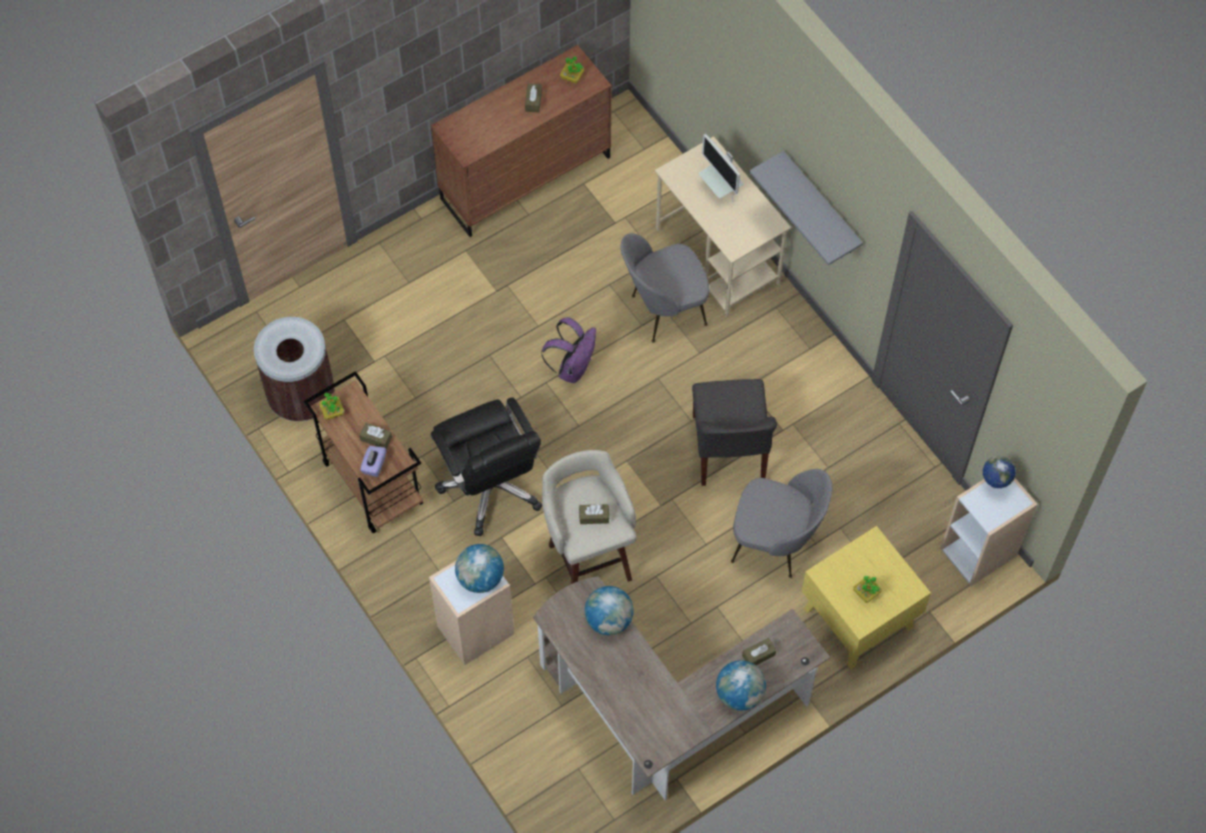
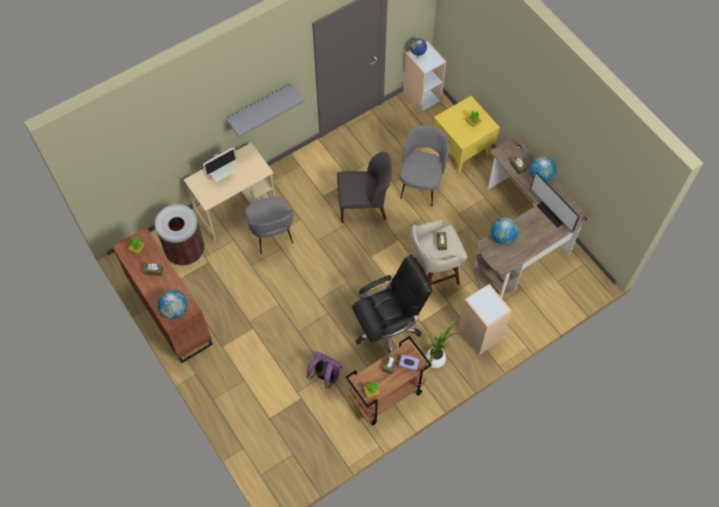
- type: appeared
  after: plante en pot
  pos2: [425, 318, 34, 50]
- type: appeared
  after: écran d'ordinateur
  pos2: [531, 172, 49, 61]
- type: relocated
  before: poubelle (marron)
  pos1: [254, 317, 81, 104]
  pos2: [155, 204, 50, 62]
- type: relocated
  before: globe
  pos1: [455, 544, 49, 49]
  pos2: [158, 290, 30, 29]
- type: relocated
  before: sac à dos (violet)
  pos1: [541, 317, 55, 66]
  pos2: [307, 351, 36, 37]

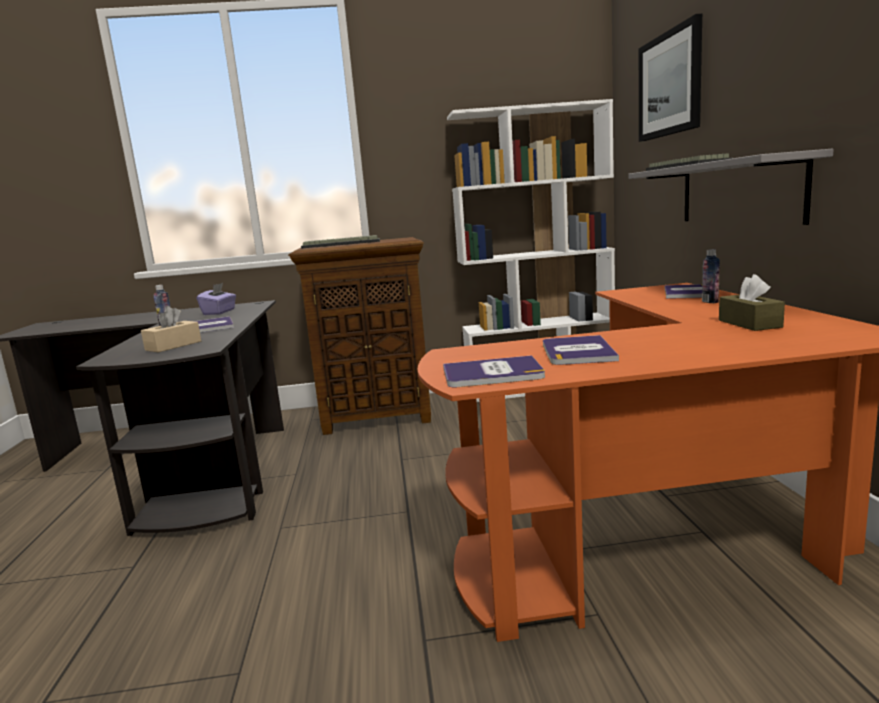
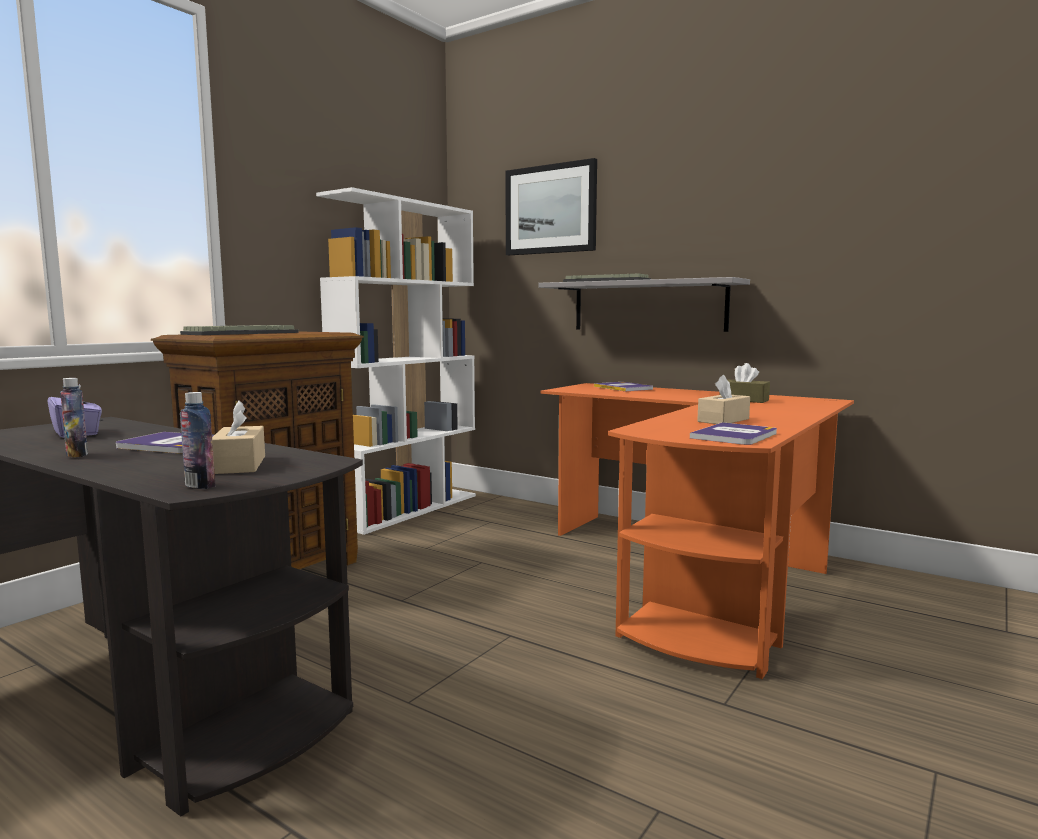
- type: relocated
  before: bouteille
  pos1: [702, 249, 18, 54]
  pos2: [180, 392, 36, 97]
- type: exchanged
  before: livre
  after: boîte à mouchoirs (beige)
  pos1: [543, 335, 76, 30]
  pos2: [697, 375, 53, 49]

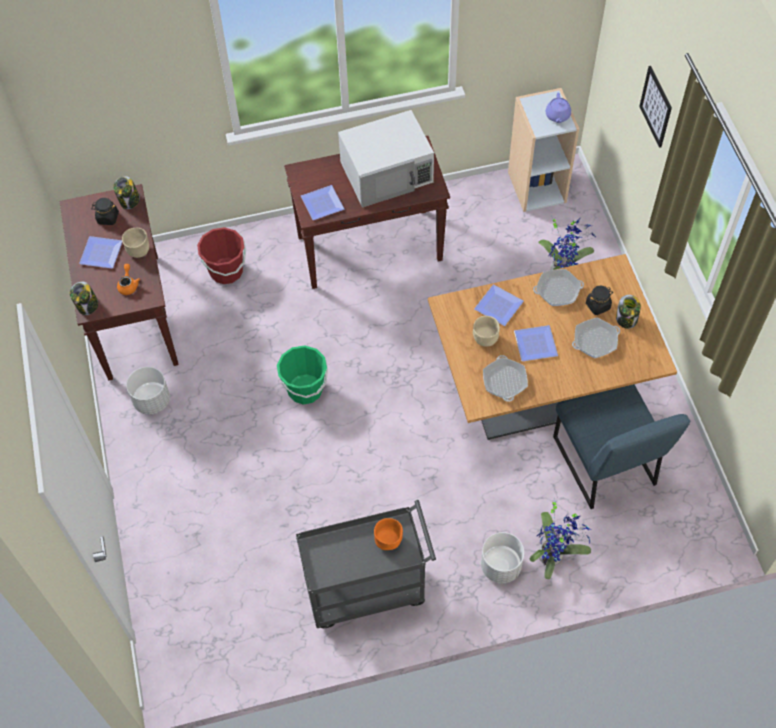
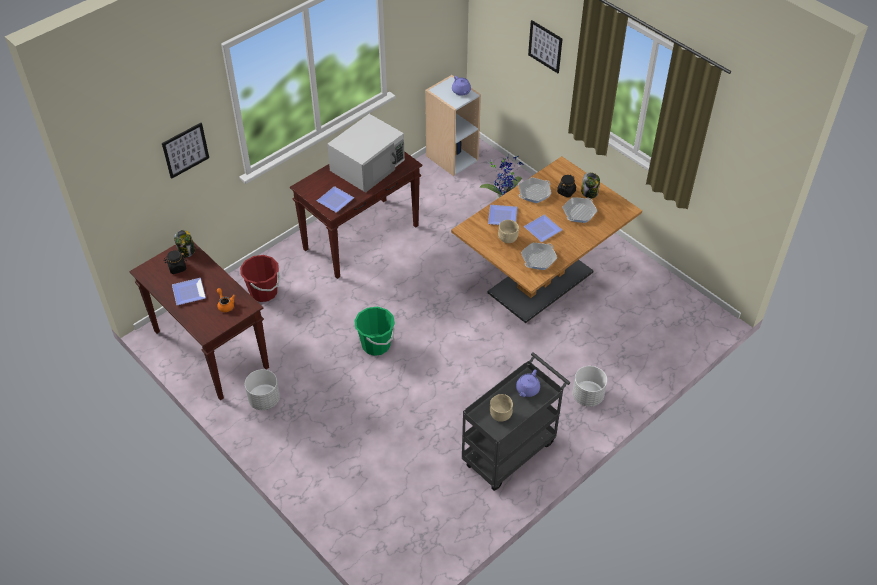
- type: missing
  before: bocal
  pos1: [70, 281, 28, 34]
- type: missing
  before: plante en pot
  pos1: [530, 501, 62, 78]
- type: missing
  before: chaise (bleu)
  pos1: [553, 384, 137, 125]
- type: appeared
  after: tableau
  pos2: [162, 123, 47, 56]
- type: relocated
  before: bol (beige)
  pos1: [122, 228, 27, 30]
  pos2: [490, 394, 23, 28]
- type: exchanged
  before: bol (orange)
  after: théière (violet)
  pos1: [374, 518, 29, 32]
  pos2: [516, 369, 24, 28]
- type: spun
  before: poêle
  pos1: [483, 355, 45, 47]
  pos2: [521, 243, 36, 27]
  turn: -105

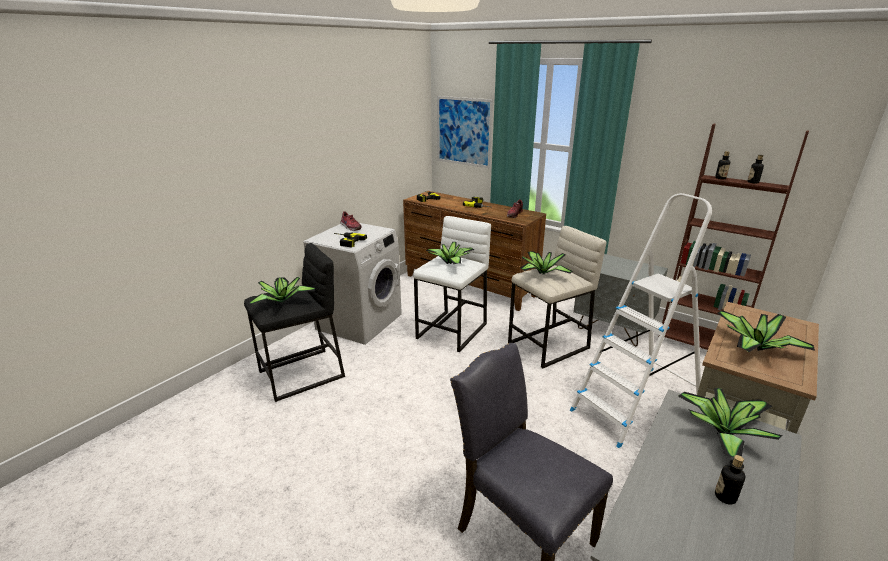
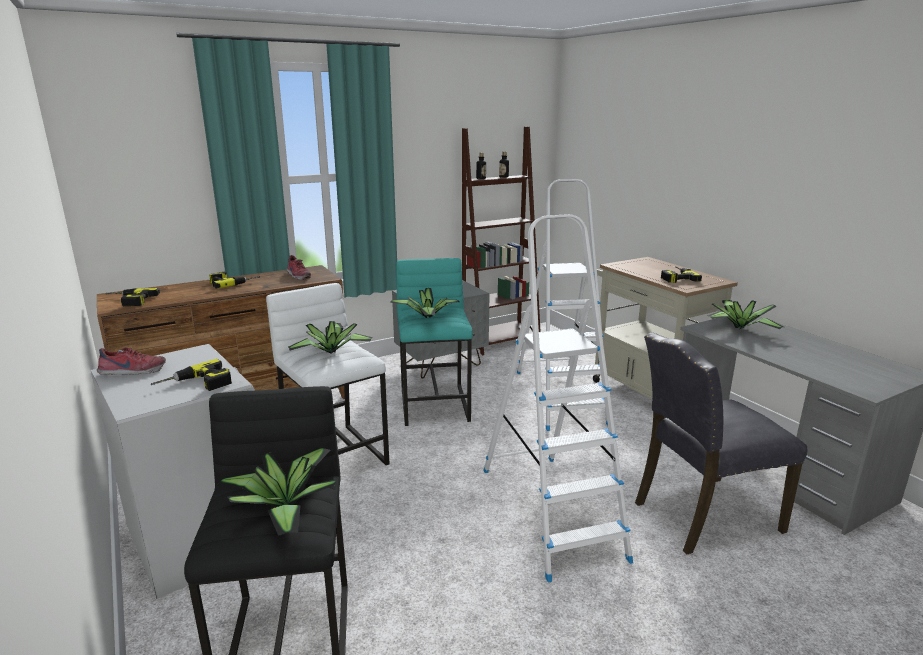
- type: missing
  before: tableau
  pos1: [437, 96, 56, 72]
- type: missing
  before: bouteille
  pos1: [715, 455, 31, 49]
- type: appeared
  after: escabeau (blanc)
  pos2: [483, 214, 150, 368]
- type: exchanged
  before: plante en pot
  after: perceuse
  pos1: [717, 311, 98, 41]
  pos2: [661, 266, 41, 17]
- type: colour
  before: tabouret (beige)
  after: tabouret (turquoise)
  pos1: [508, 226, 98, 142]
  pos2: [396, 258, 77, 168]

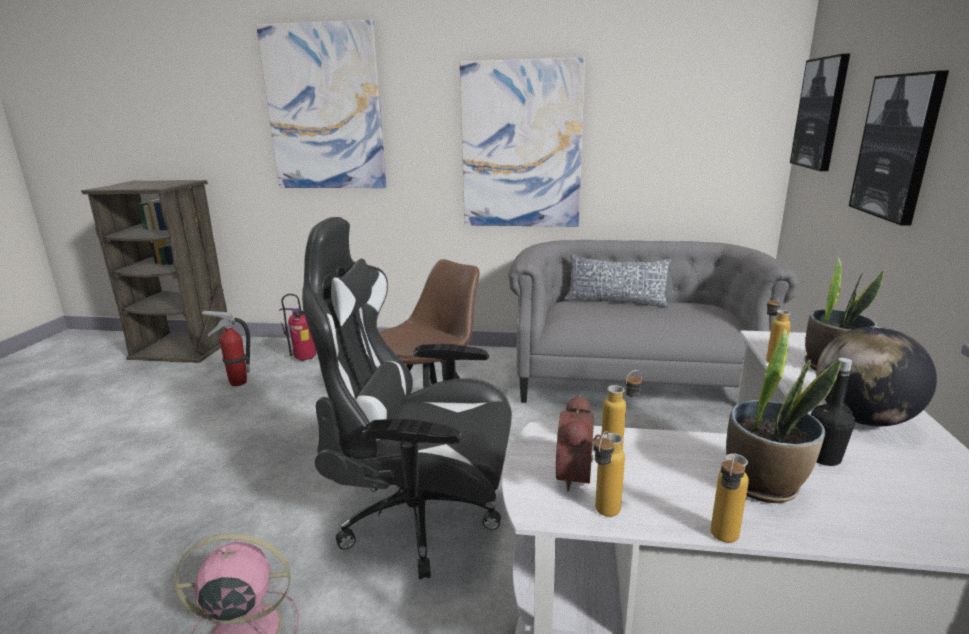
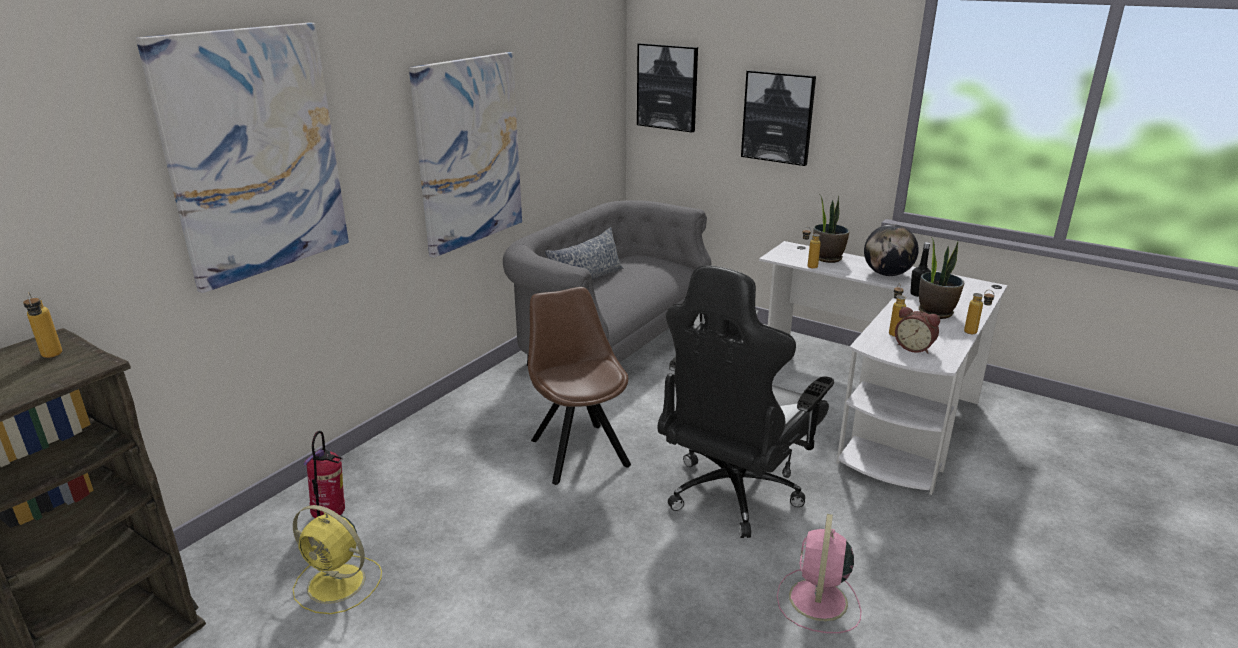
- type: relocated
  before: bouteille
  pos1: [593, 431, 32, 86]
  pos2: [23, 292, 39, 66]
- type: exchanged
  before: extincteur
  after: ventilateur (jaune)
  pos1: [202, 310, 48, 76]
  pos2: [293, 505, 89, 109]

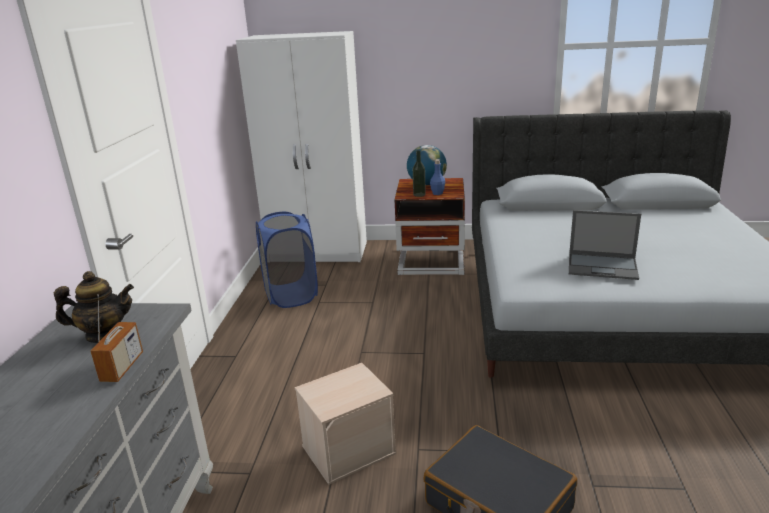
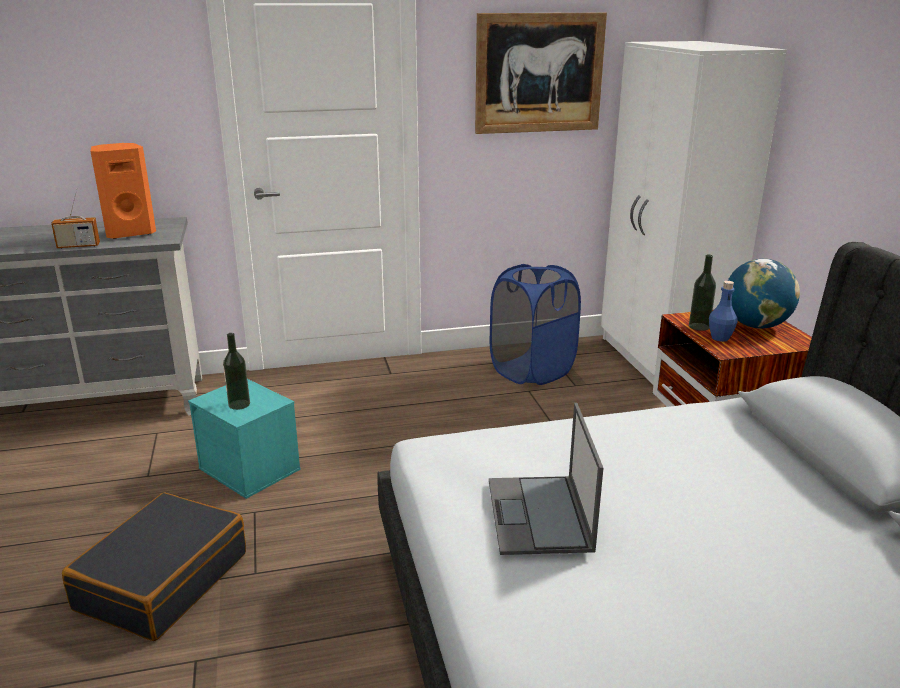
- type: appeared
  after: bouteille
  pos2: [223, 333, 27, 77]
- type: appeared
  after: tableau
  pos2: [475, 13, 132, 121]
- type: exchanged
  before: théière
  after: enceinte (orange)
  pos1: [54, 271, 80, 72]
  pos2: [90, 143, 66, 96]
- type: colour
  before: boîte de rangement (beige)
  after: boîte de rangement (turquoise)
  pos1: [295, 363, 101, 122]
  pos2: [188, 379, 113, 120]

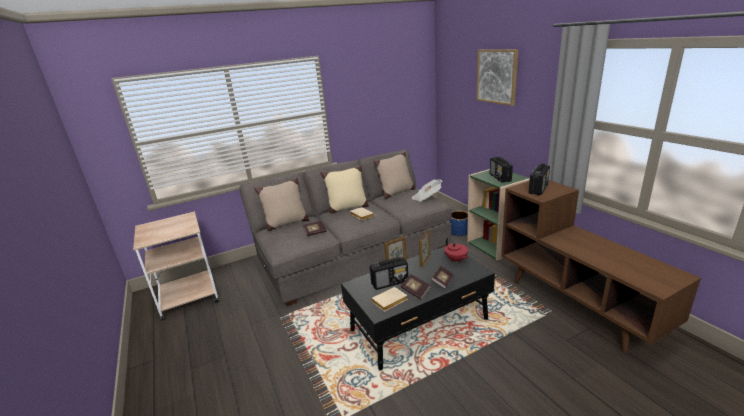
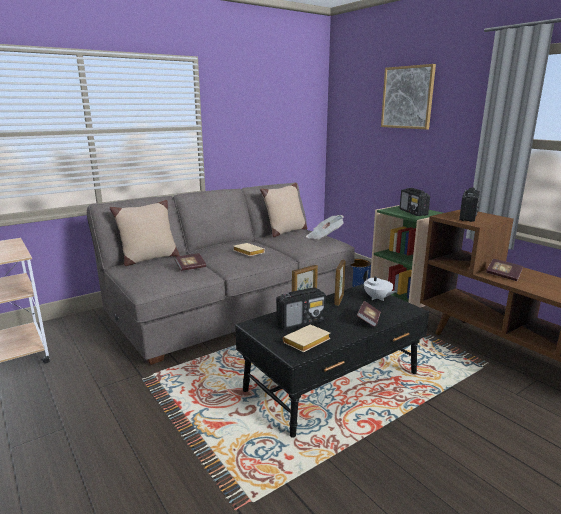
- type: missing
  before: coussin (beige)
  pos1: [321, 165, 48, 49]
- type: relocated
  before: livre
  pos1: [401, 274, 30, 26]
  pos2: [486, 259, 37, 22]
- type: colour
  before: théière (rouge)
  after: théière (blanc)
  pos1: [445, 237, 23, 25]
  pos2: [363, 270, 34, 31]

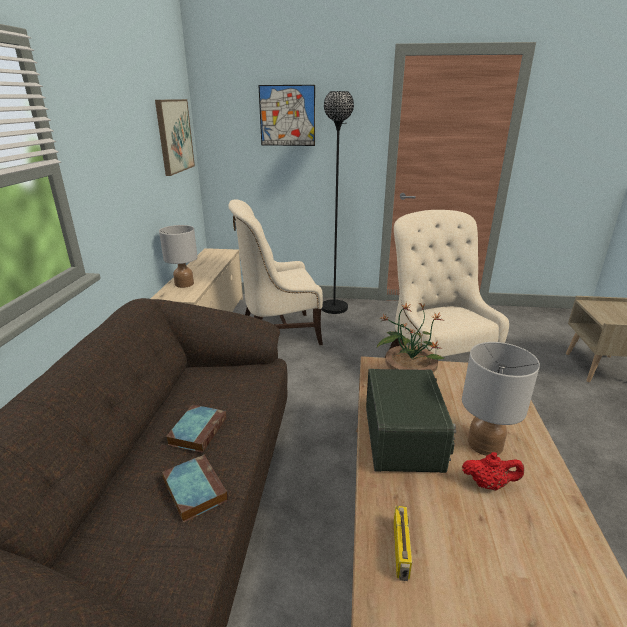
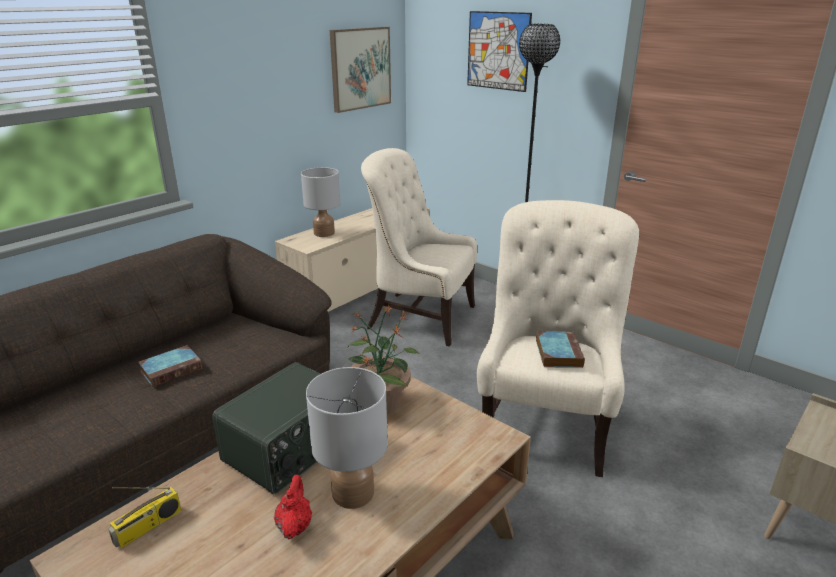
- type: relocated
  before: livre
  pos1: [162, 455, 66, 68]
  pos2: [536, 331, 49, 37]
- type: spun
  before: théière (rouge)
  pos1: [462, 452, 62, 38]
  pos2: [274, 475, 38, 64]
  turn: -135

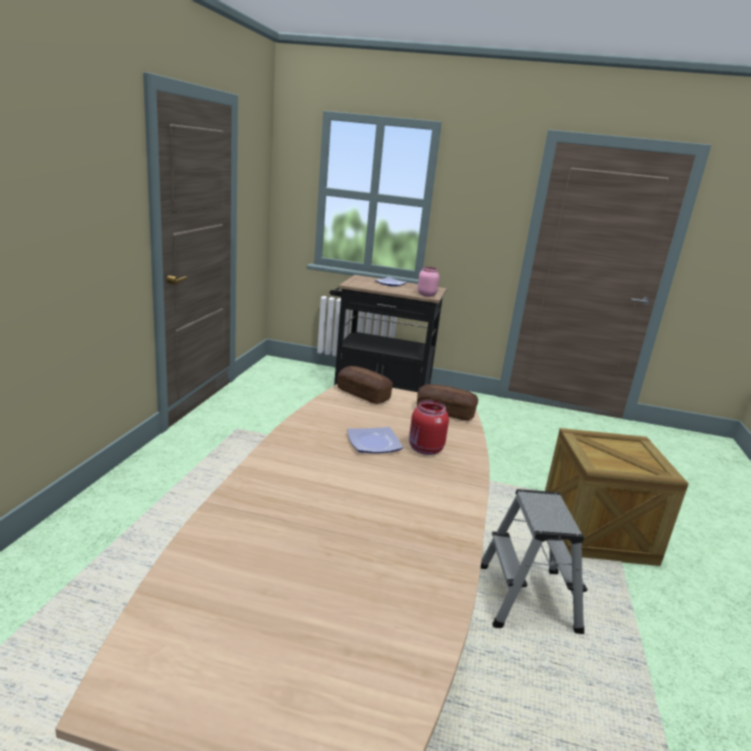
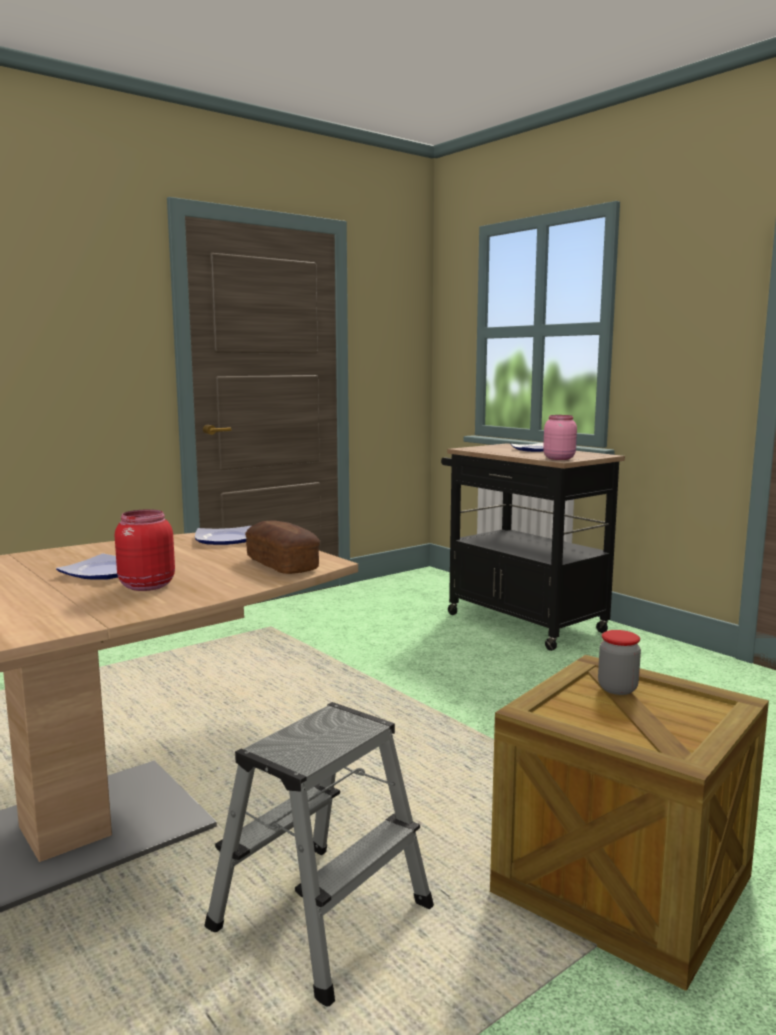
- type: appeared
  after: bocal
  pos2: [598, 630, 43, 65]
- type: exchanged
  before: pain
  after: assiette
  pos1: [337, 366, 56, 38]
  pos2: [195, 526, 56, 19]

